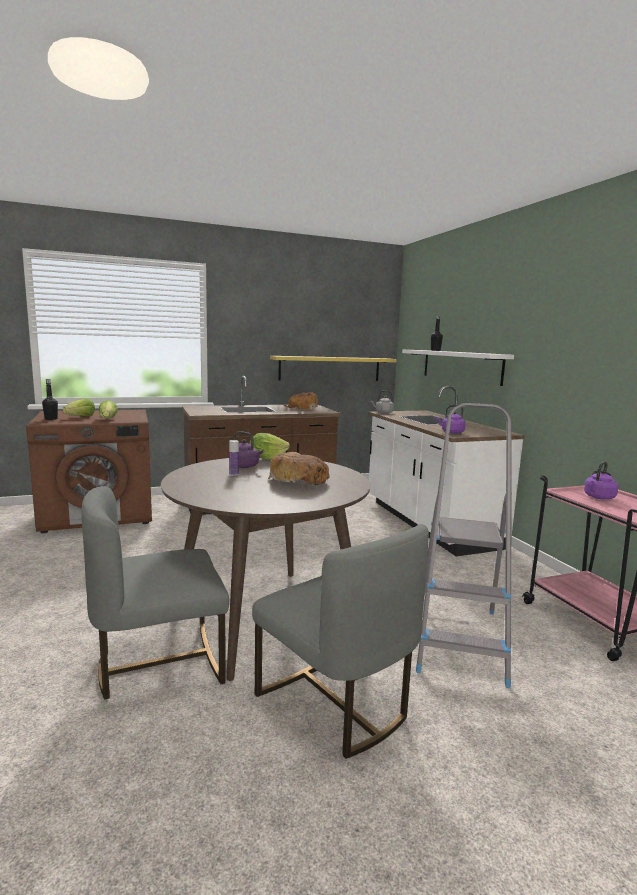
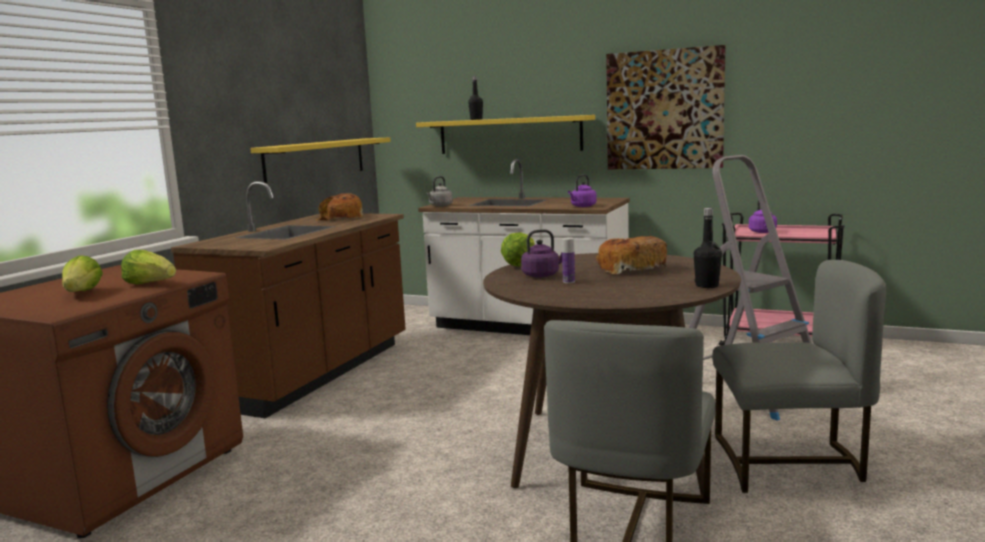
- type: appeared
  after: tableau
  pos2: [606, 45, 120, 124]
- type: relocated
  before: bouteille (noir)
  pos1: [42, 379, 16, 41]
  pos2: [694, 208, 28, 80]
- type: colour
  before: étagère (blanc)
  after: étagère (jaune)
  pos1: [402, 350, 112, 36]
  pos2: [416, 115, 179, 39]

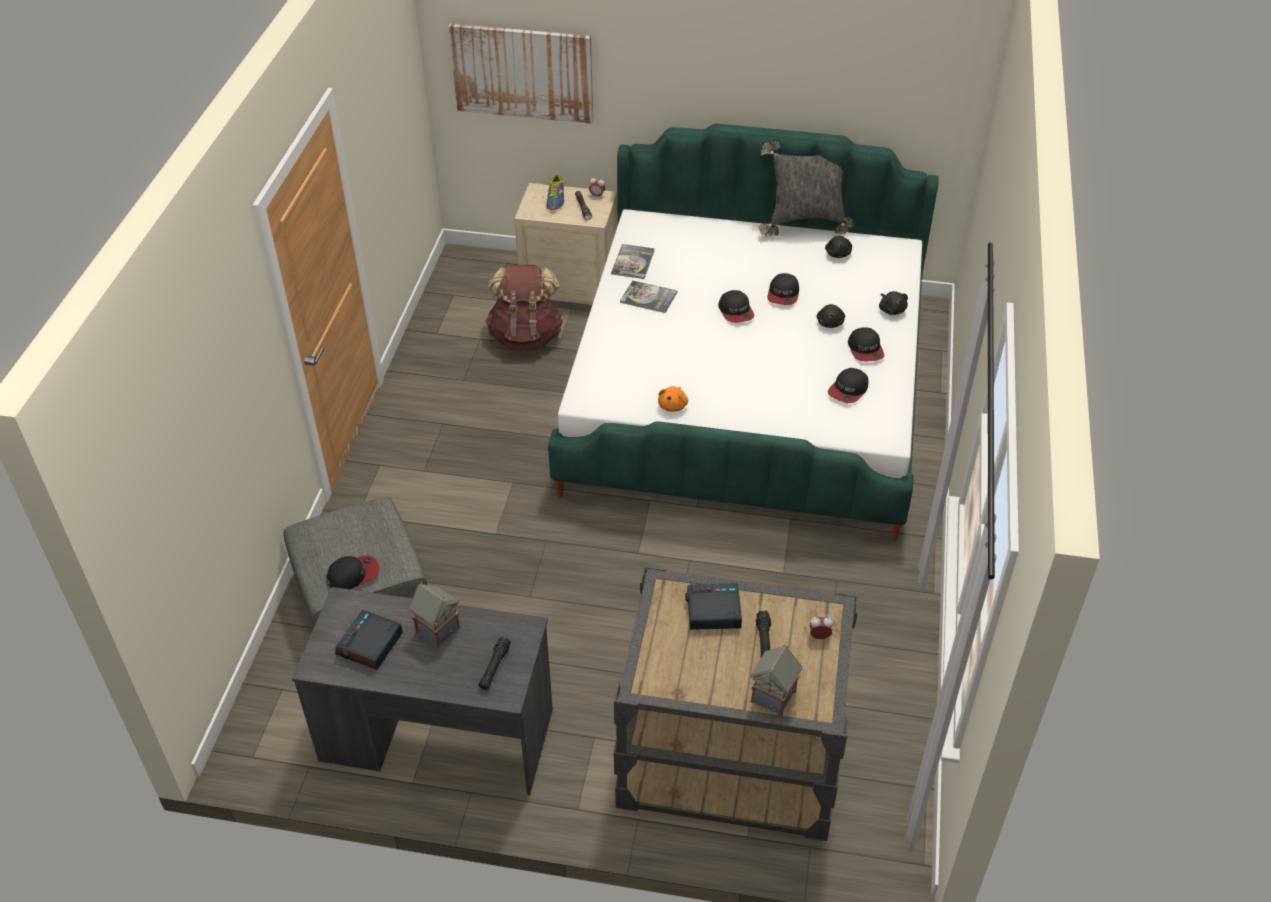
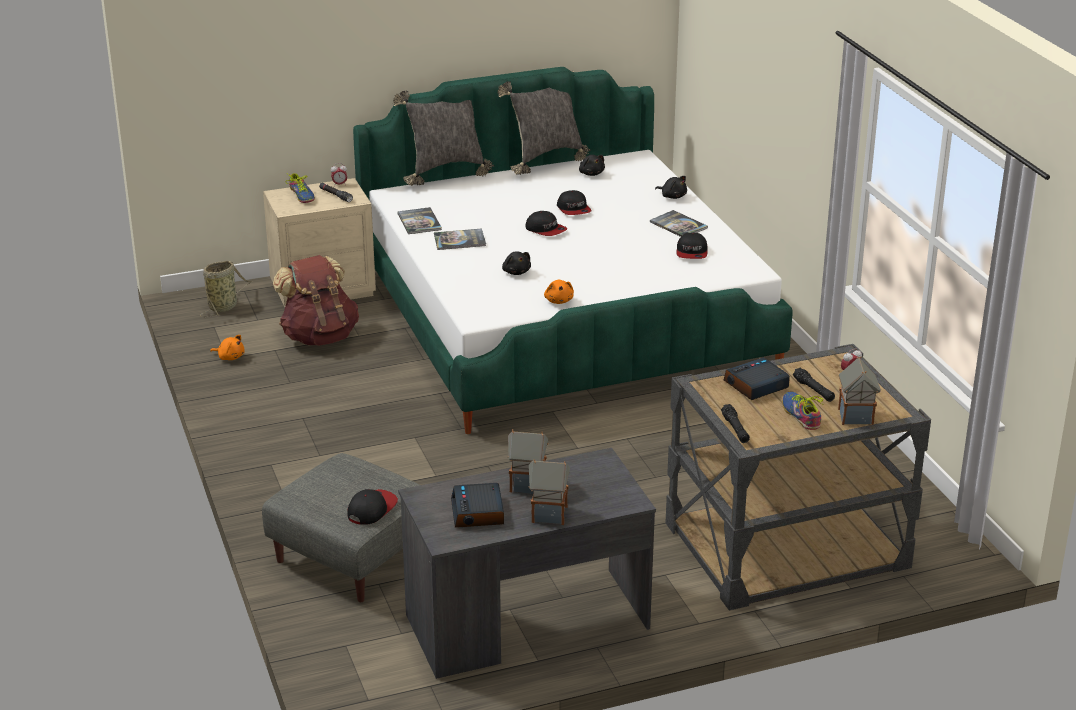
- type: missing
  before: tableau
  pos1: [448, 24, 145, 100]
- type: appeared
  after: panier
  pos2: [200, 261, 52, 56]
- type: appeared
  after: peluche (orange)
  pos2: [210, 335, 35, 25]
- type: appeared
  after: coussin
  pos2: [394, 91, 100, 95]
- type: appeared
  after: maison miniature
  pos2: [528, 459, 42, 66]
- type: appeared
  after: chaussure
  pos2: [782, 391, 42, 39]
- type: relocated
  before: lampe de poche (noir)
  pos1: [479, 636, 32, 54]
  pos2: [721, 404, 29, 39]
- type: relocated
  before: peluche (noir)
  pos1: [816, 304, 29, 24]
  pos2: [502, 251, 29, 24]
- type: exchanged
  before: casquette
  after: livre
  pos1: [848, 327, 36, 34]
  pos2: [650, 210, 58, 27]

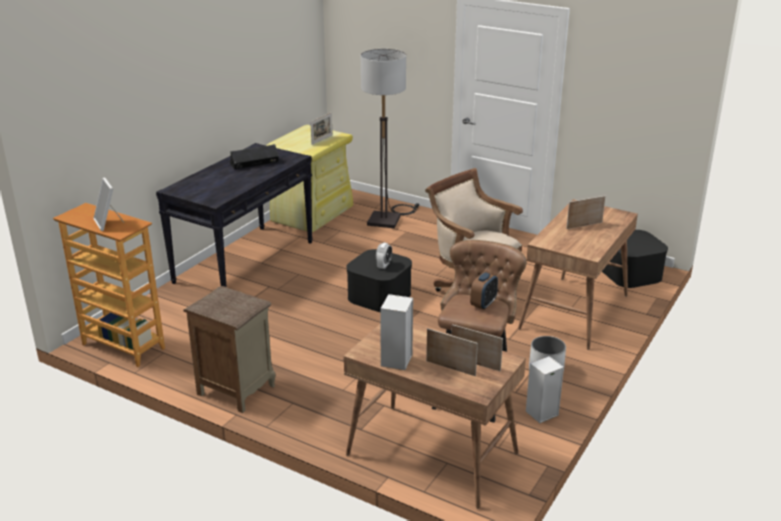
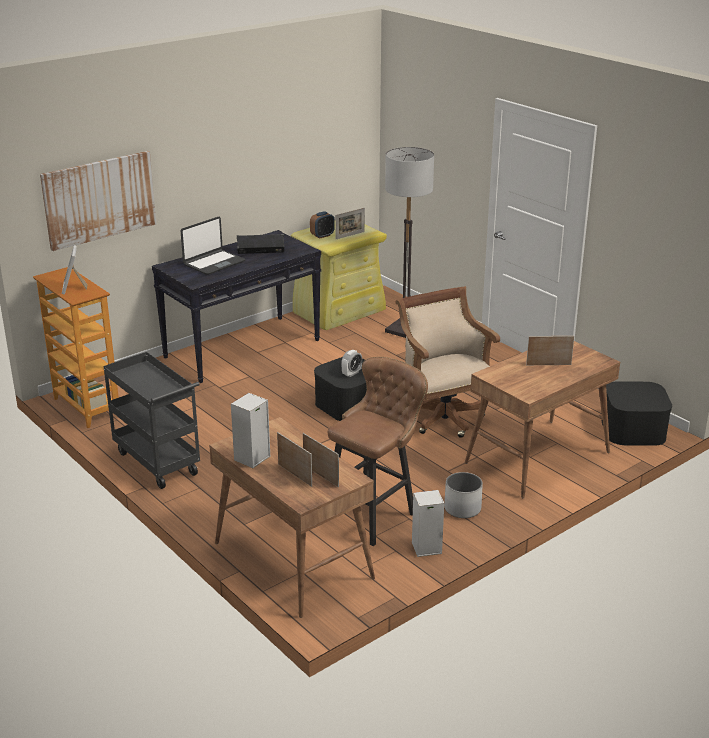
- type: appeared
  after: tableau
  pos2: [40, 151, 116, 100]
- type: appeared
  after: ordinateur portable
  pos2: [181, 217, 64, 58]
- type: relocated
  before: réveil
  pos1: [470, 272, 28, 38]
  pos2: [310, 211, 25, 27]
- type: exchanged
  before: table de chevet (beige)
  after: chariot (gris)
  pos1: [183, 286, 93, 127]
  pos2: [104, 352, 96, 137]

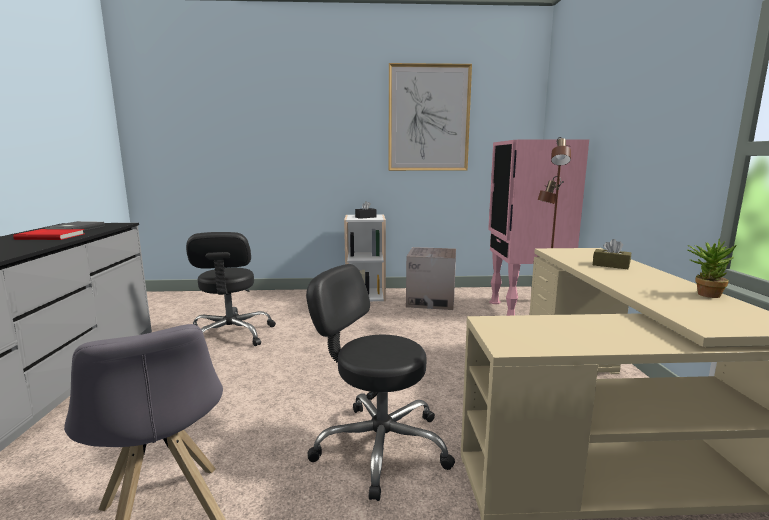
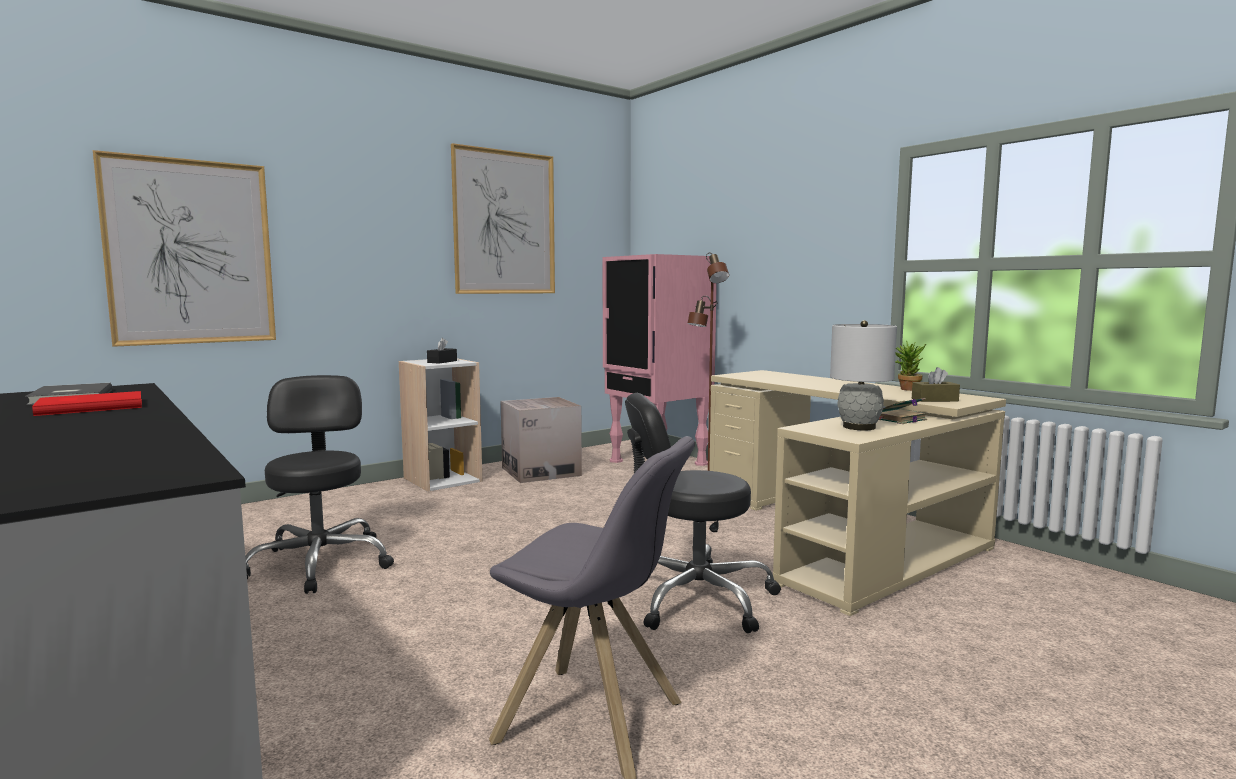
- type: appeared
  after: tableau
  pos2: [93, 150, 183, 197]
- type: appeared
  after: lampe de table (blanc)
  pos2: [830, 320, 67, 110]
- type: appeared
  after: livre
  pos2: [879, 398, 48, 26]
- type: relocated
  before: boîte à mouchoirs (marron)
  pos1: [593, 239, 38, 30]
  pos2: [912, 367, 48, 35]
- type: spun
  before: chaise de bureau (noir)
  pos1: [186, 232, 90, 114]
  pos2: [245, 375, 149, 219]
  turn: -150

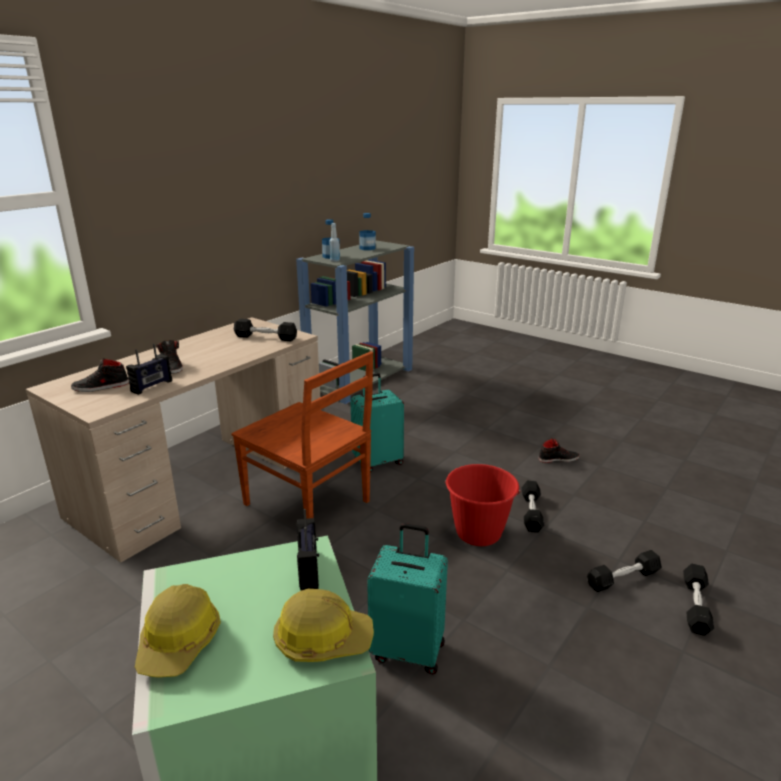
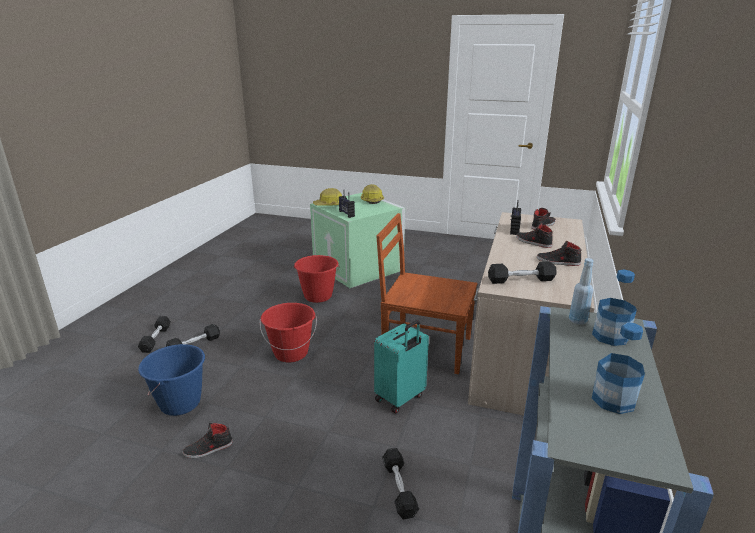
- type: appeared
  after: seau (bleu)
  pos2: [138, 344, 67, 72]
- type: appeared
  after: chaussure (noir)
  pos2: [537, 240, 44, 26]
- type: relocated
  before: haltère (noir)
  pos1: [522, 481, 22, 52]
  pos2: [382, 448, 37, 72]
- type: exchanged
  before: valise (turquoise)
  after: seau (rouge)
  pos1: [367, 523, 81, 151]
  pos2: [293, 255, 47, 48]

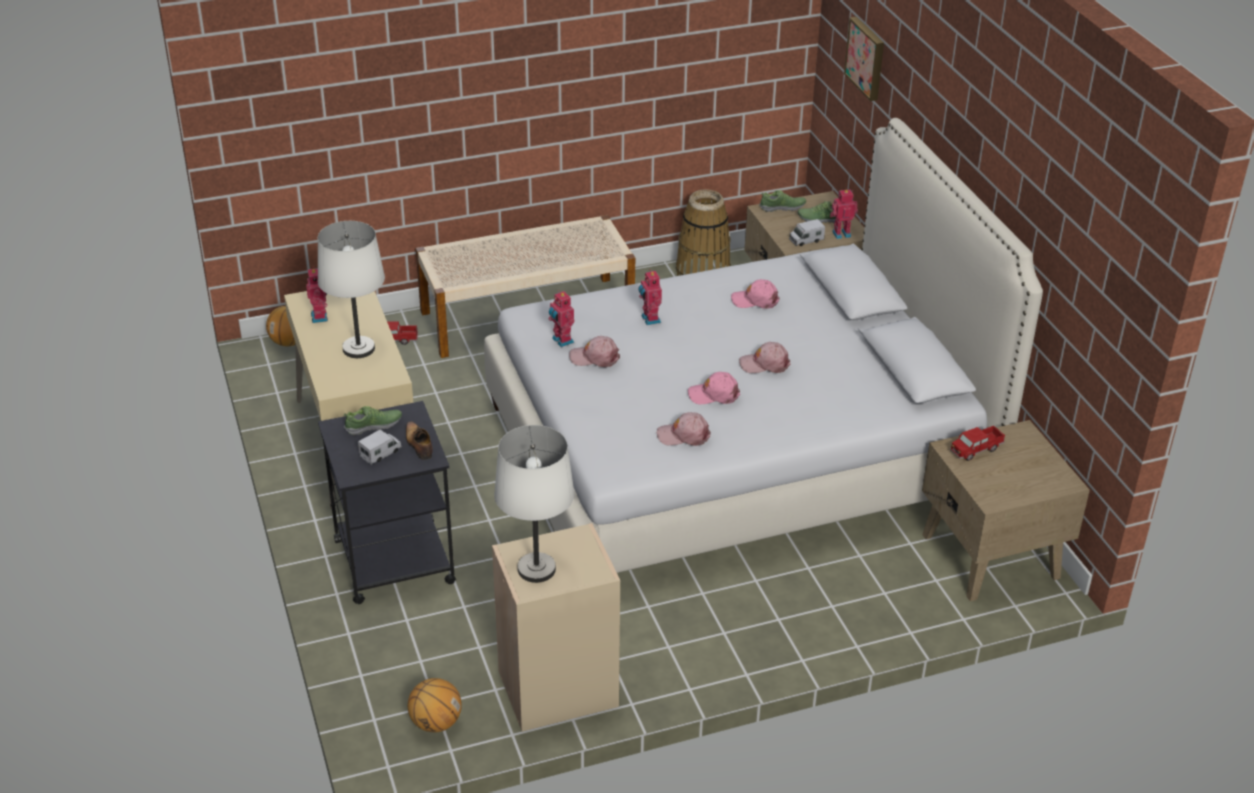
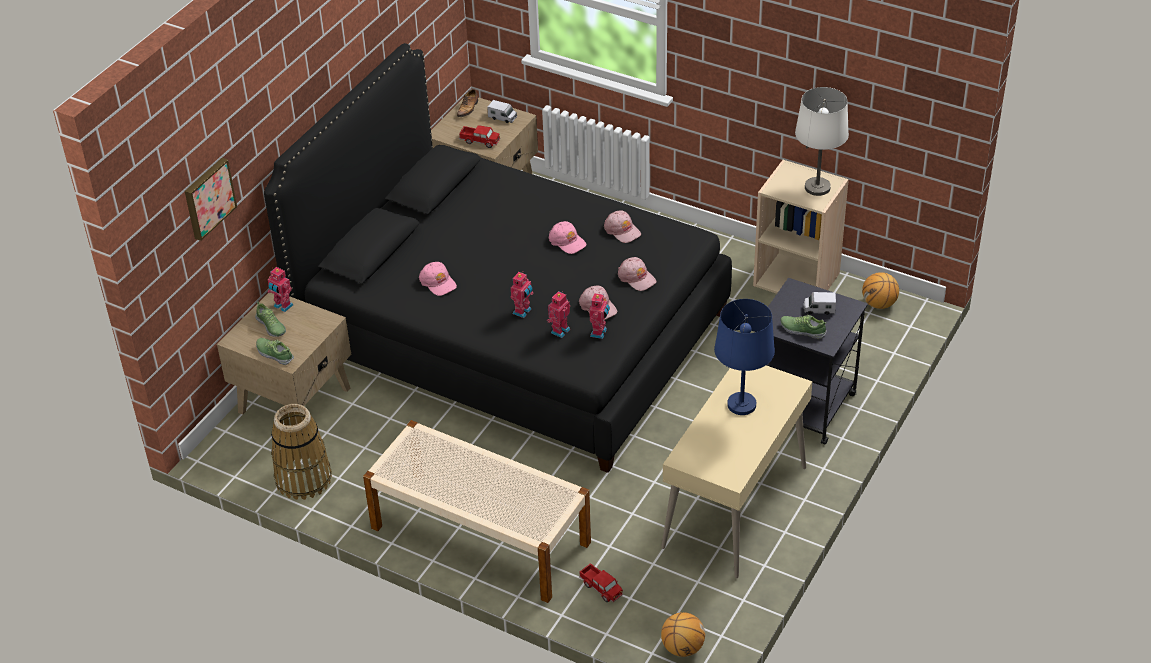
- type: relocated
  before: robot jouet
  pos1: [306, 268, 22, 55]
  pos2: [547, 291, 23, 47]
- type: relocated
  before: chaussure
  pos1: [406, 421, 27, 39]
  pos2: [457, 89, 21, 28]
- type: relocated
  before: casquette (rose)
  pos1: [739, 342, 51, 31]
  pos2: [618, 257, 38, 34]
- type: relocated
  before: camion jouet
  pos1: [789, 219, 36, 27]
  pos2: [487, 100, 30, 23]
- type: colour
  before: lampe de table (blanc)
  after: lampe de table (bleu)
  pos1: [318, 221, 67, 137]
  pos2: [714, 299, 61, 116]
- type: colour
  before: lit (blanc)
  after: lit (noir)
  pos1: [484, 118, 559, 455]
  pos2: [264, 43, 468, 430]

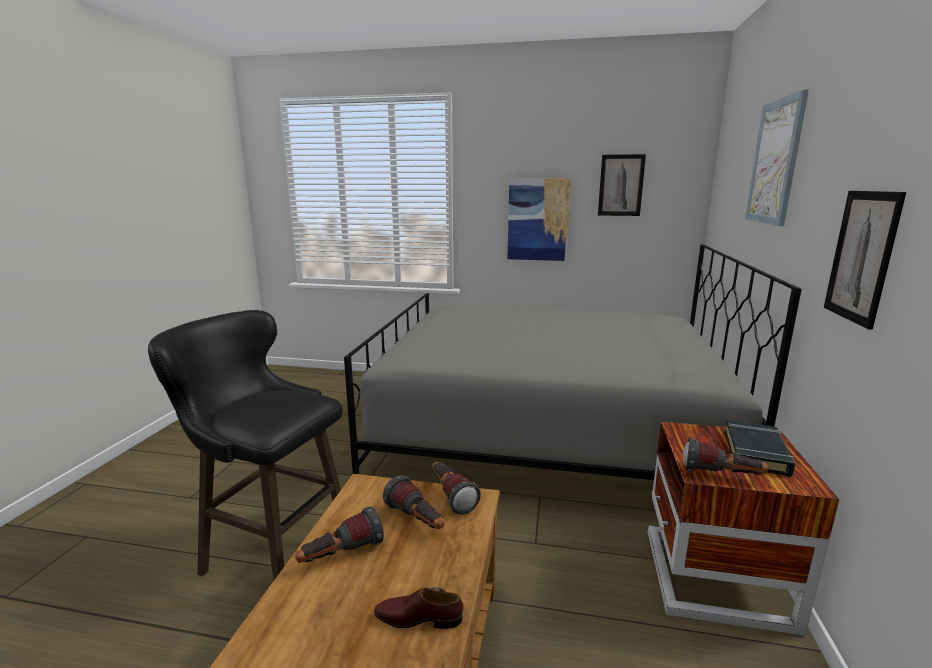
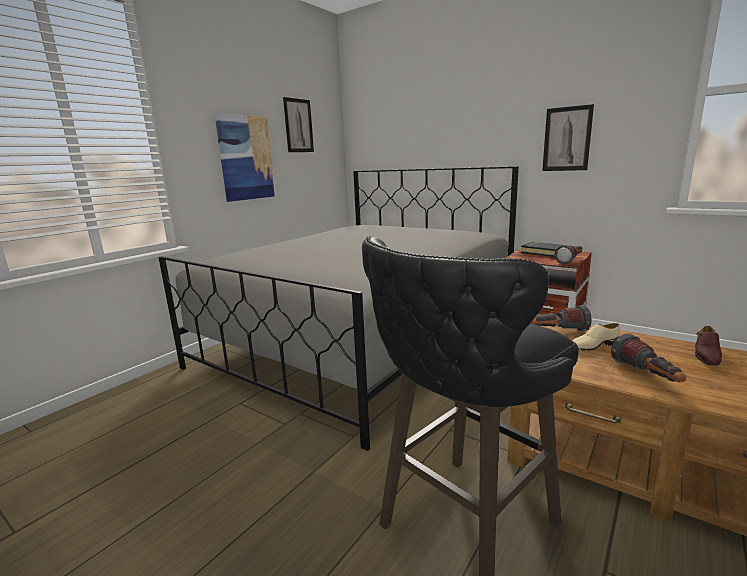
- type: missing
  before: tableau
  pos1: [745, 89, 64, 137]
- type: exchanged
  before: lampe de poche
  after: chaussure (beige)
  pos1: [383, 475, 61, 54]
  pos2: [573, 323, 47, 28]

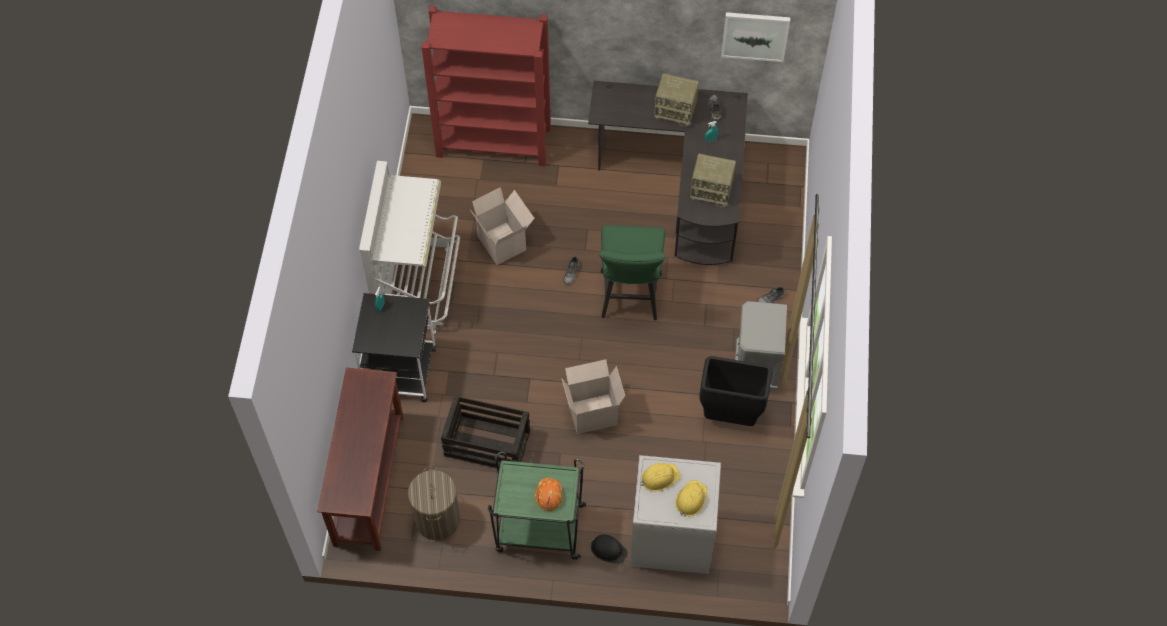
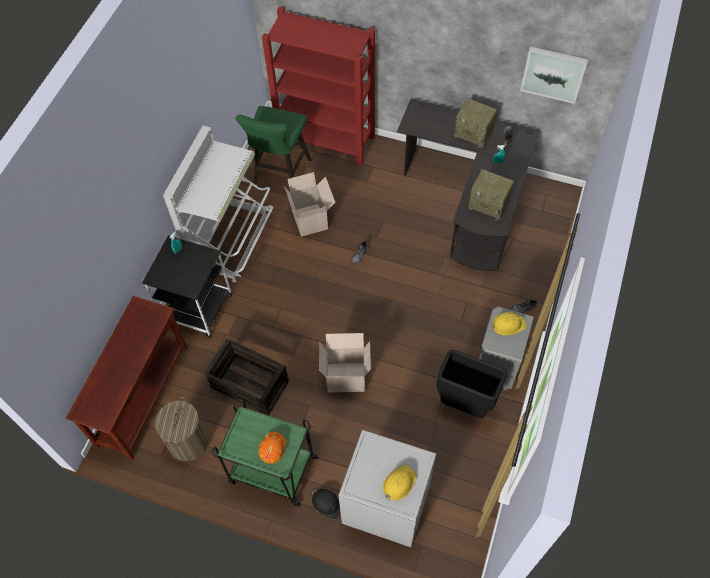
- type: relocated
  before: tabouret (vert)
  pos1: [599, 225, 66, 95]
  pos2: [235, 106, 77, 78]
- type: relocated
  before: casque de chantier (jaune)
  pos1: [640, 463, 41, 29]
  pos2: [491, 312, 35, 24]

